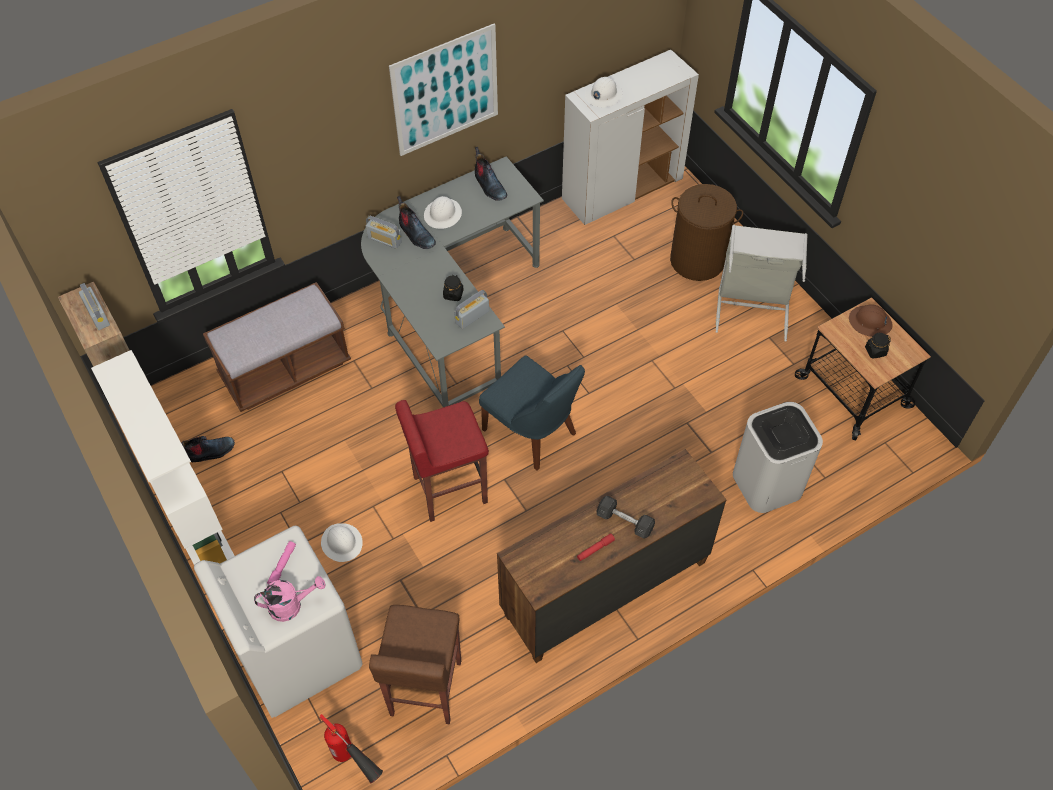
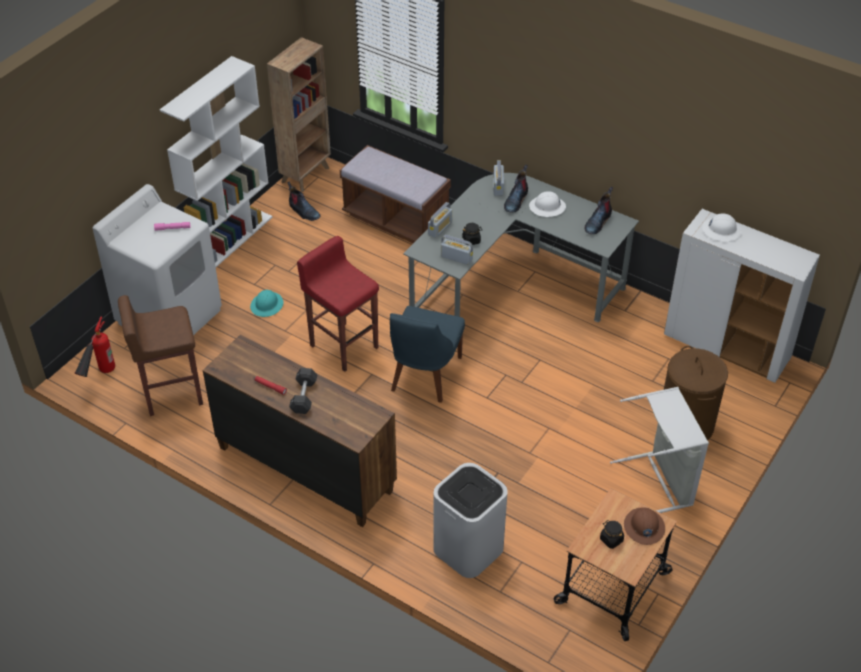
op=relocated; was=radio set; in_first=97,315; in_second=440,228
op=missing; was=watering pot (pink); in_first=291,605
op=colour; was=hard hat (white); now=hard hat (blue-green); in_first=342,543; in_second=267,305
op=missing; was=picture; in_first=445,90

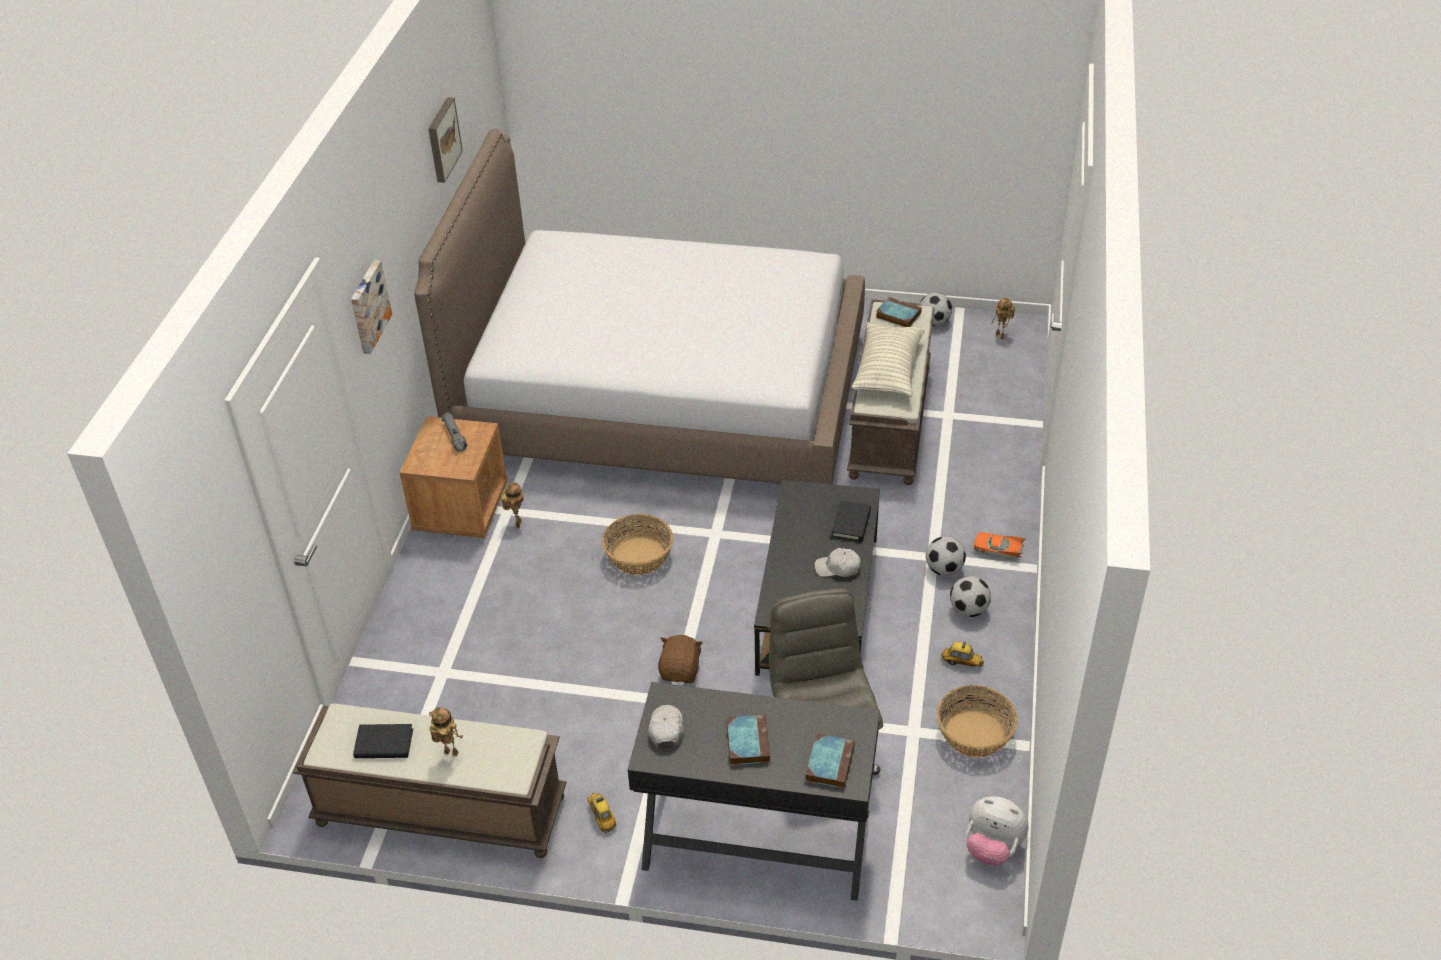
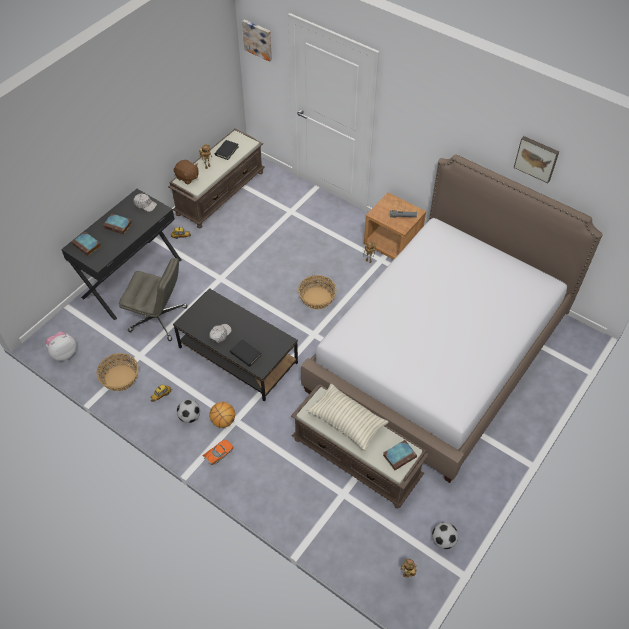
op=relocated; was=picture; in_first=368,306; in_second=258,39
op=relocated; was=plush toy (brownish); in_first=680,671; in_second=187,177
op=exchanged; was=ball for football; now=basketball; in_first=944,569; in_second=223,421

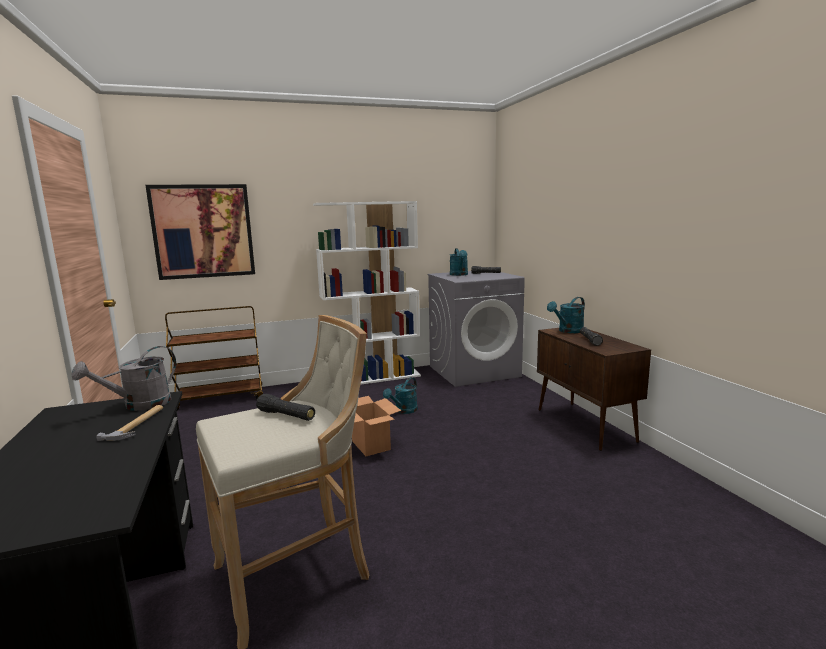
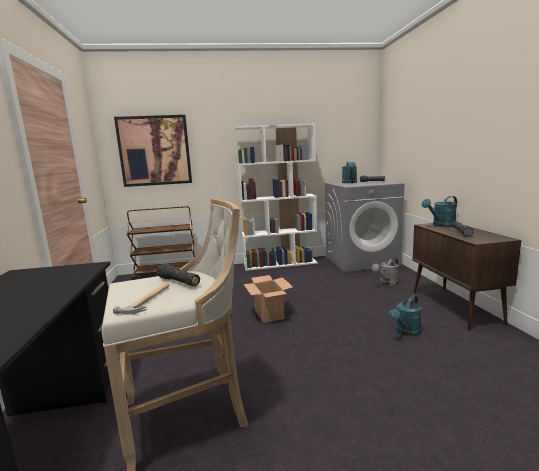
op=relocated; was=watering pot (gray); in_first=139,405; in_second=387,283
op=relocated; was=hand hammer; in_first=138,424; in_second=148,300
op=relocated; was=watering pot (blue-green); in_first=403,411; in_second=406,332

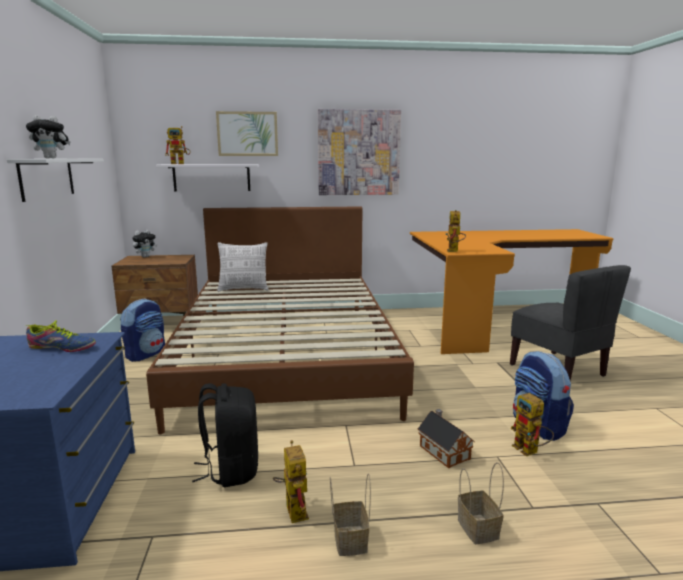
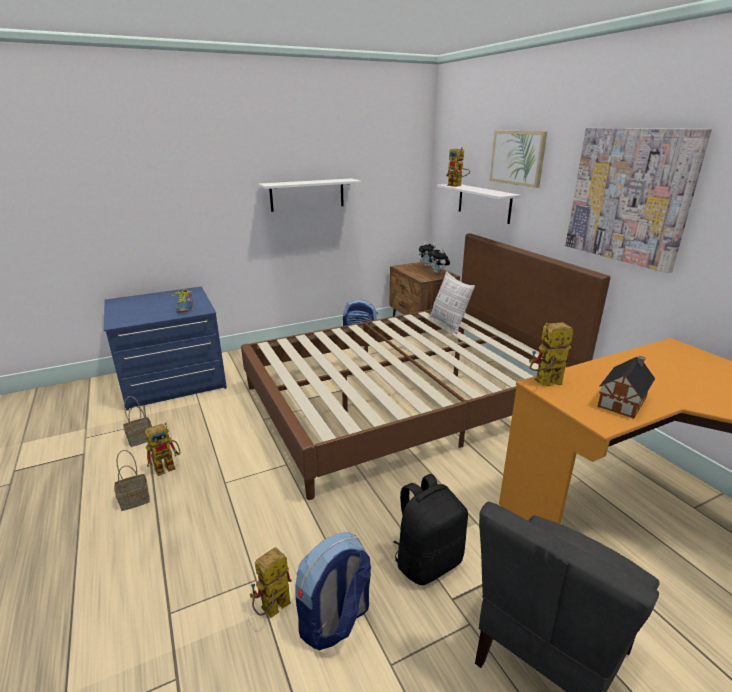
op=relocated; was=plush toy; in_first=52,158; in_second=438,273
op=relocated; was=rucksack (black); in_first=231,469; in_second=427,561
op=relocated; was=toy house; in_first=443,451; in_second=623,401
op=relocated; was=household basket; in_first=476,528; in_second=141,438

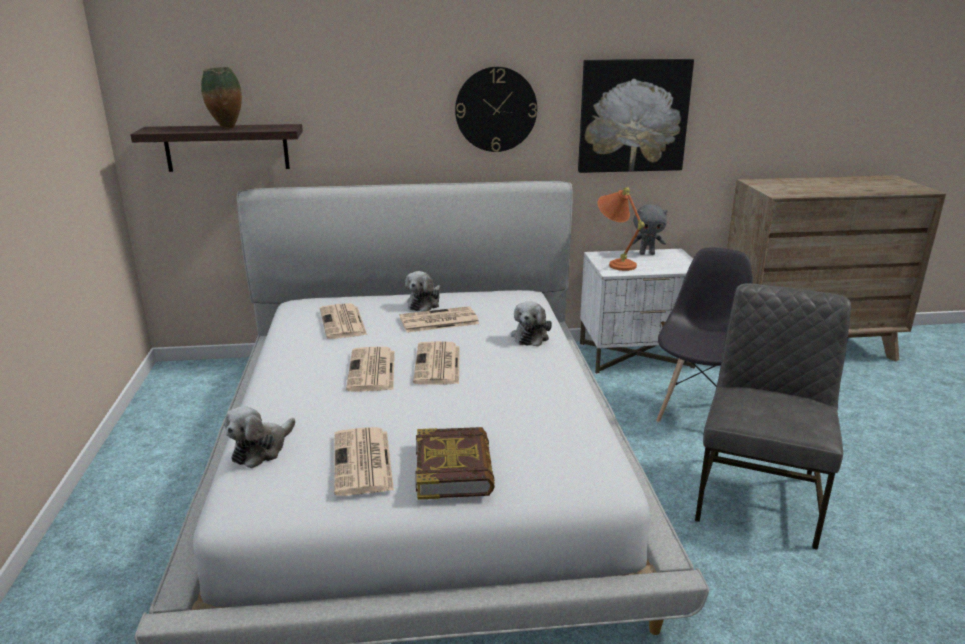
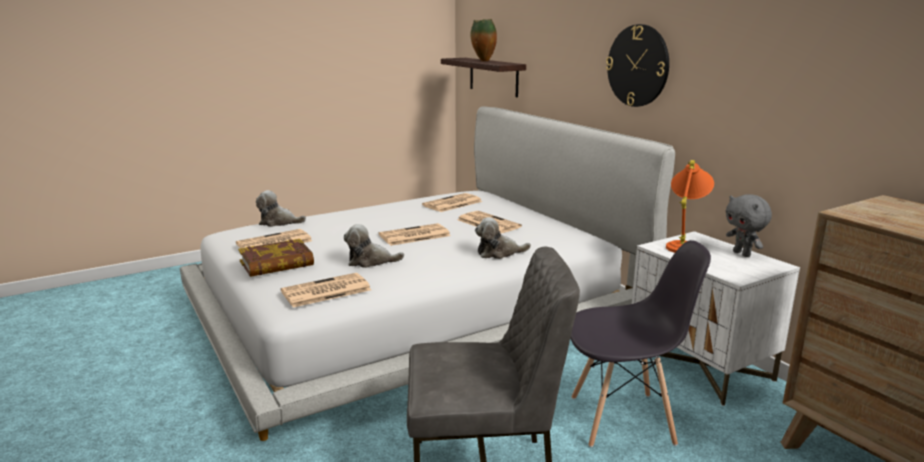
op=relocated; was=daily paper; in_first=372,371; in_second=325,291
op=relocated; was=plush toy; in_first=425,303; in_second=370,261
op=missing; was=picture; in_first=633,116

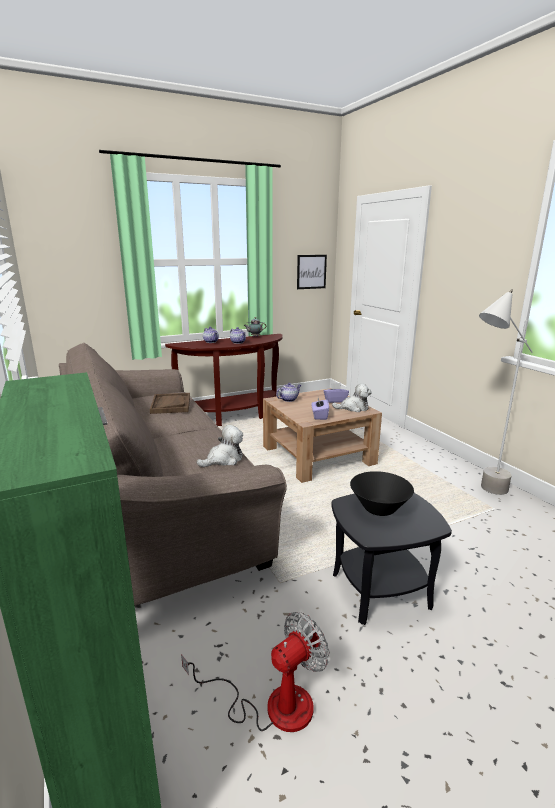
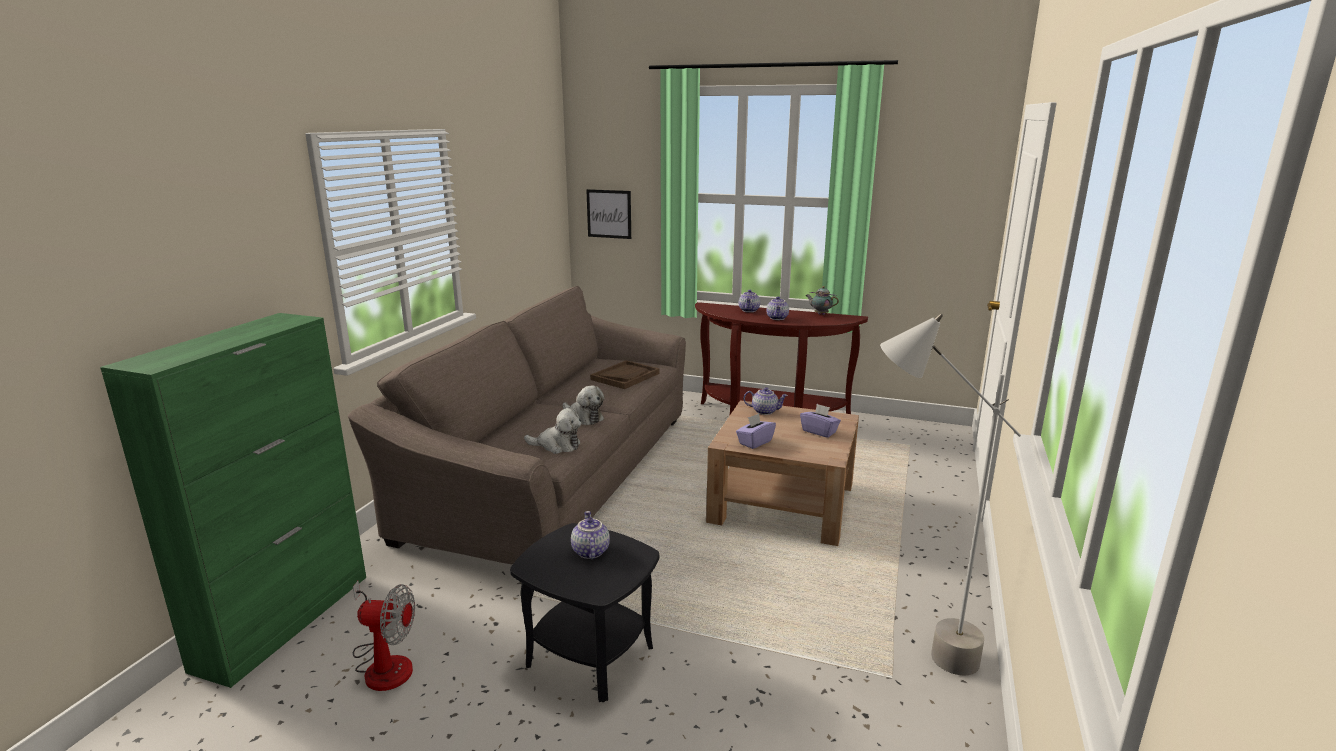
op=relocated; was=picture; in_first=311,271; in_second=609,214
op=relocated; was=plush toy; in_first=353,408; in_second=583,418
op=exchanged; was=bowl (black); now=pot for tea; in_first=379,509; in_second=589,551

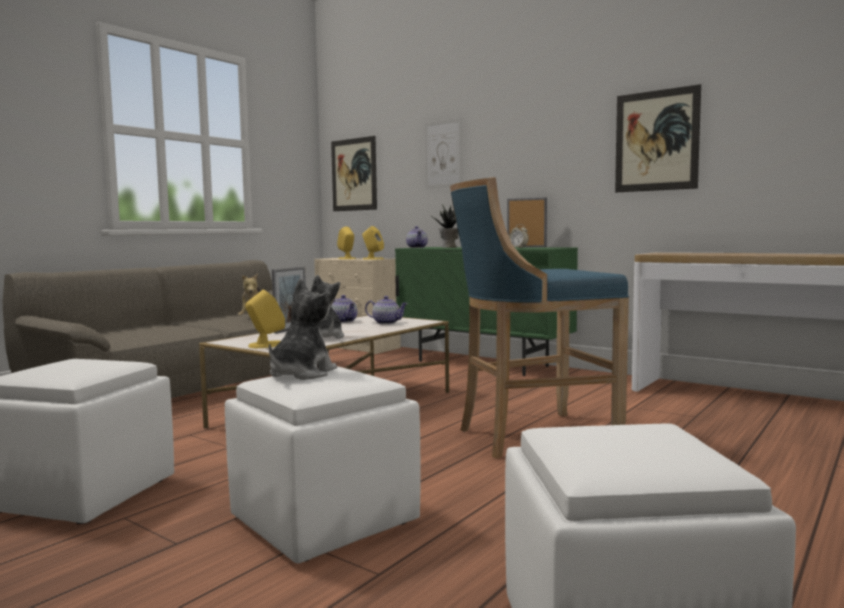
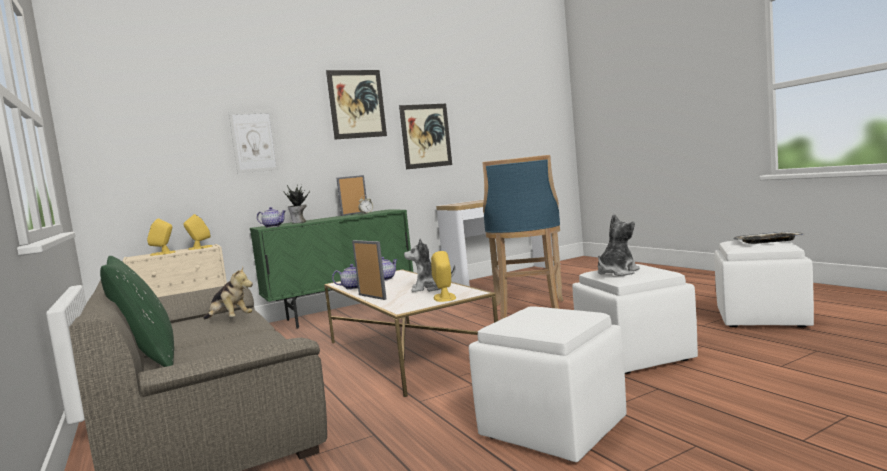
op=spun; was=plush toy; in_first=301,374; in_second=617,272; clockwise=90
op=relocated; was=picture; in_first=354,174; in_second=357,104
op=appeared; now=cushion (green); in_second=148,360
op=appeared; now=carrying tray; in_second=768,242

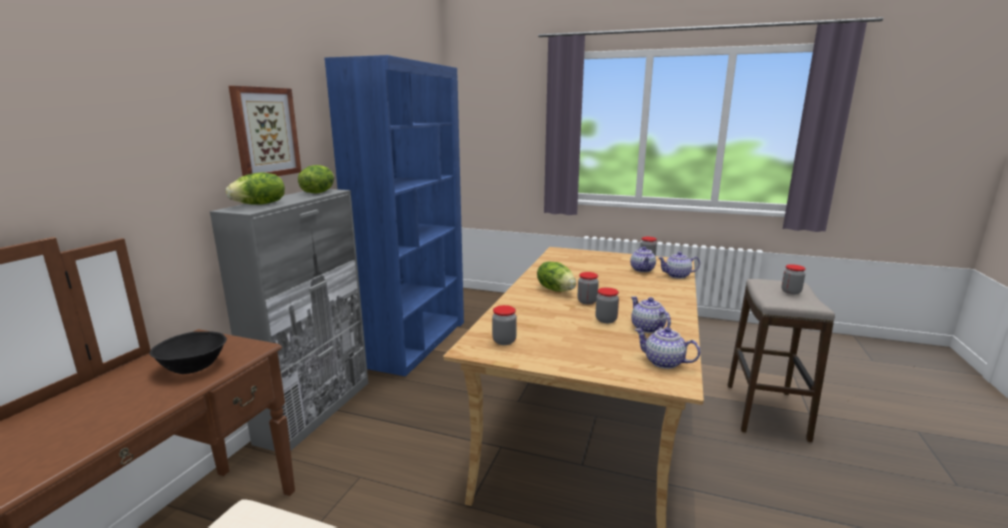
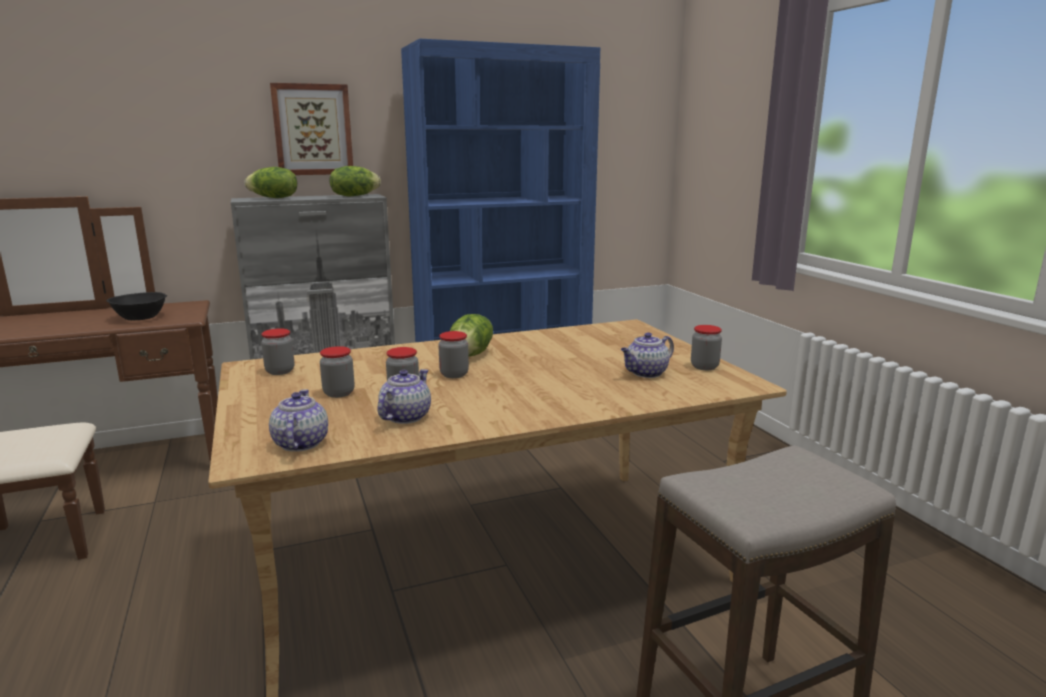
op=missing; was=pot for tea; in_first=677,276
op=relocated; was=preserve jar; in_first=791,292; in_second=339,393

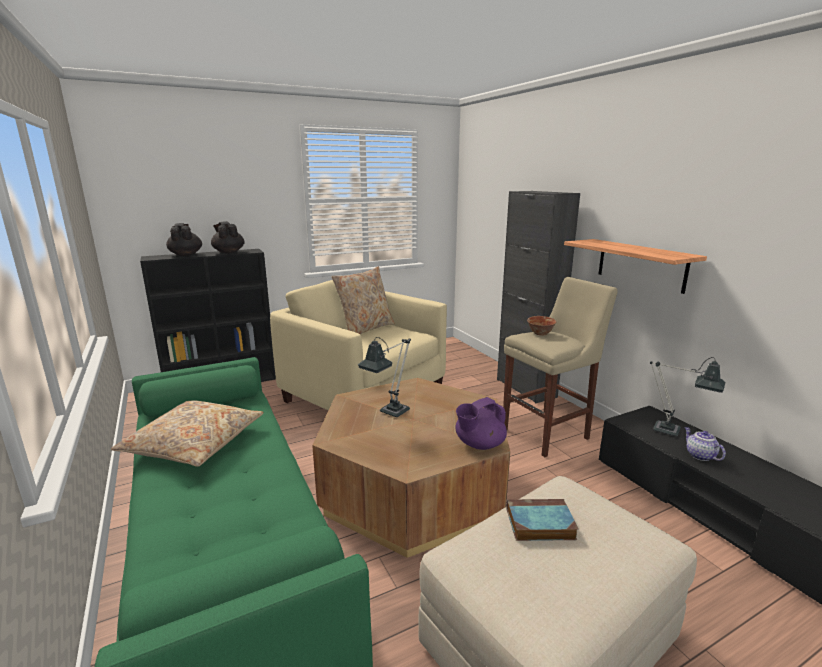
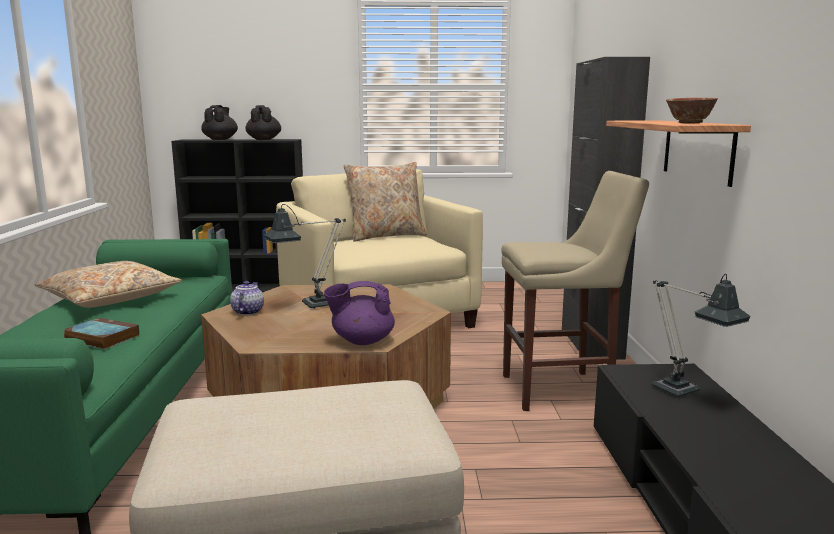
op=relocated; was=bound book; in_first=538,524; in_second=101,338
op=relocated; was=bowl; in_first=540,333; in_second=689,123
op=relocated; was=pot for tea; in_first=699,455; in_second=247,311

